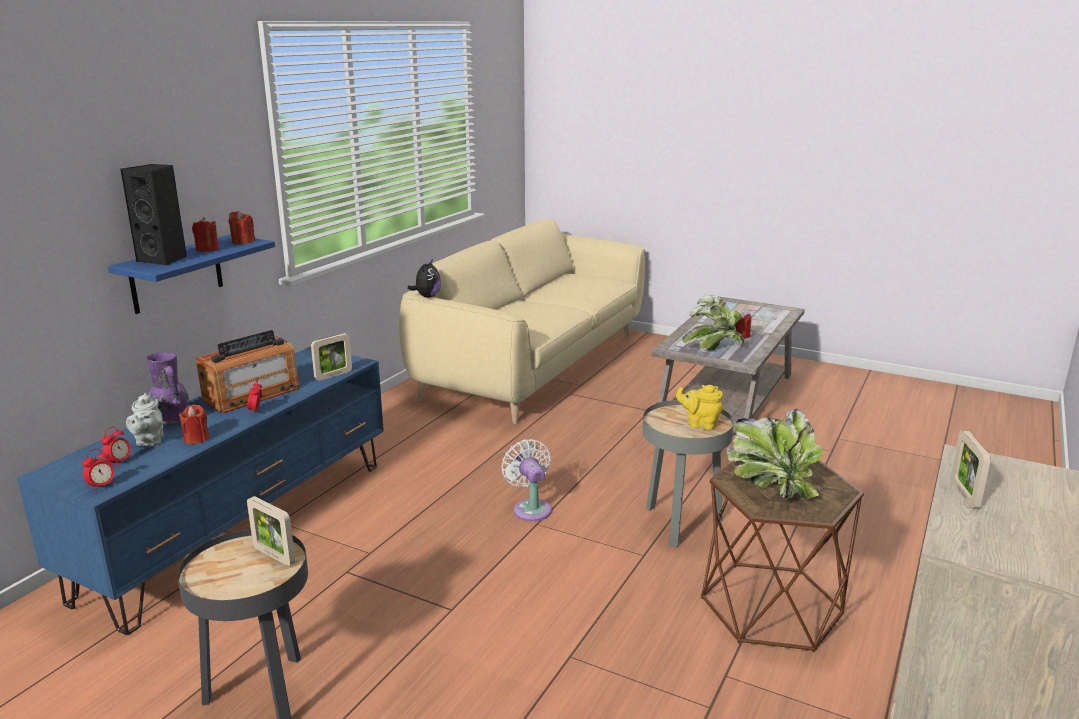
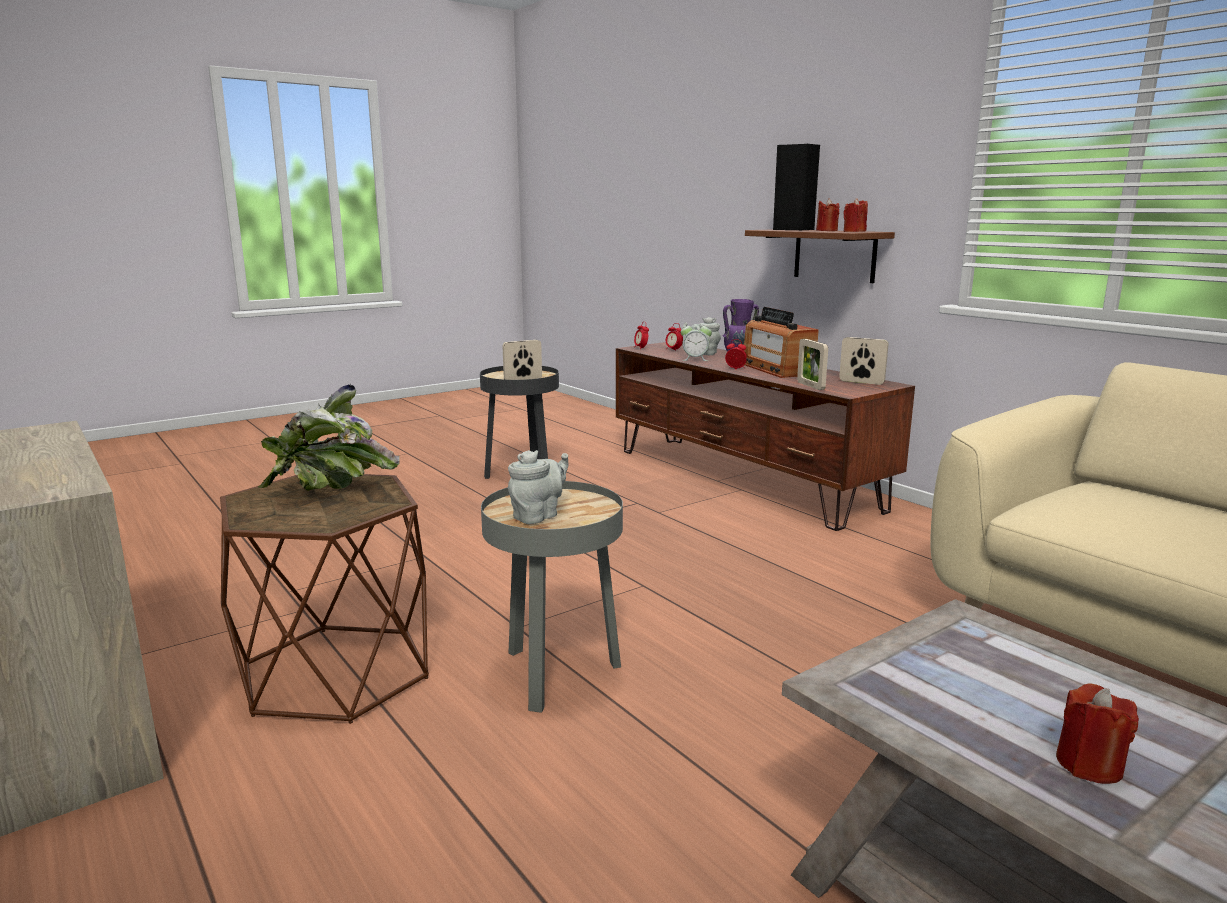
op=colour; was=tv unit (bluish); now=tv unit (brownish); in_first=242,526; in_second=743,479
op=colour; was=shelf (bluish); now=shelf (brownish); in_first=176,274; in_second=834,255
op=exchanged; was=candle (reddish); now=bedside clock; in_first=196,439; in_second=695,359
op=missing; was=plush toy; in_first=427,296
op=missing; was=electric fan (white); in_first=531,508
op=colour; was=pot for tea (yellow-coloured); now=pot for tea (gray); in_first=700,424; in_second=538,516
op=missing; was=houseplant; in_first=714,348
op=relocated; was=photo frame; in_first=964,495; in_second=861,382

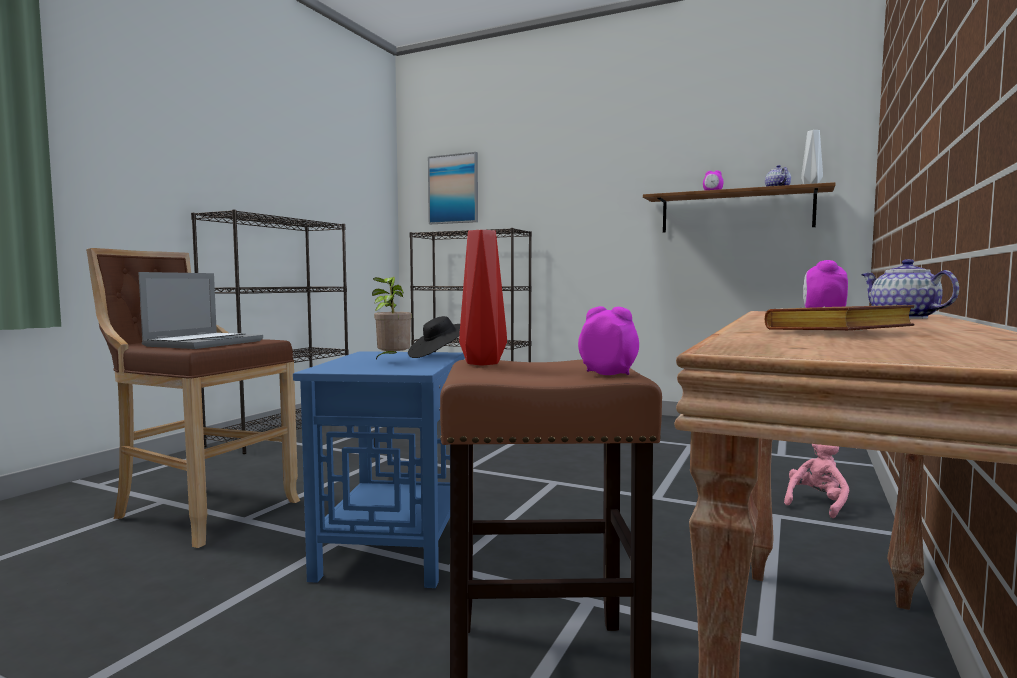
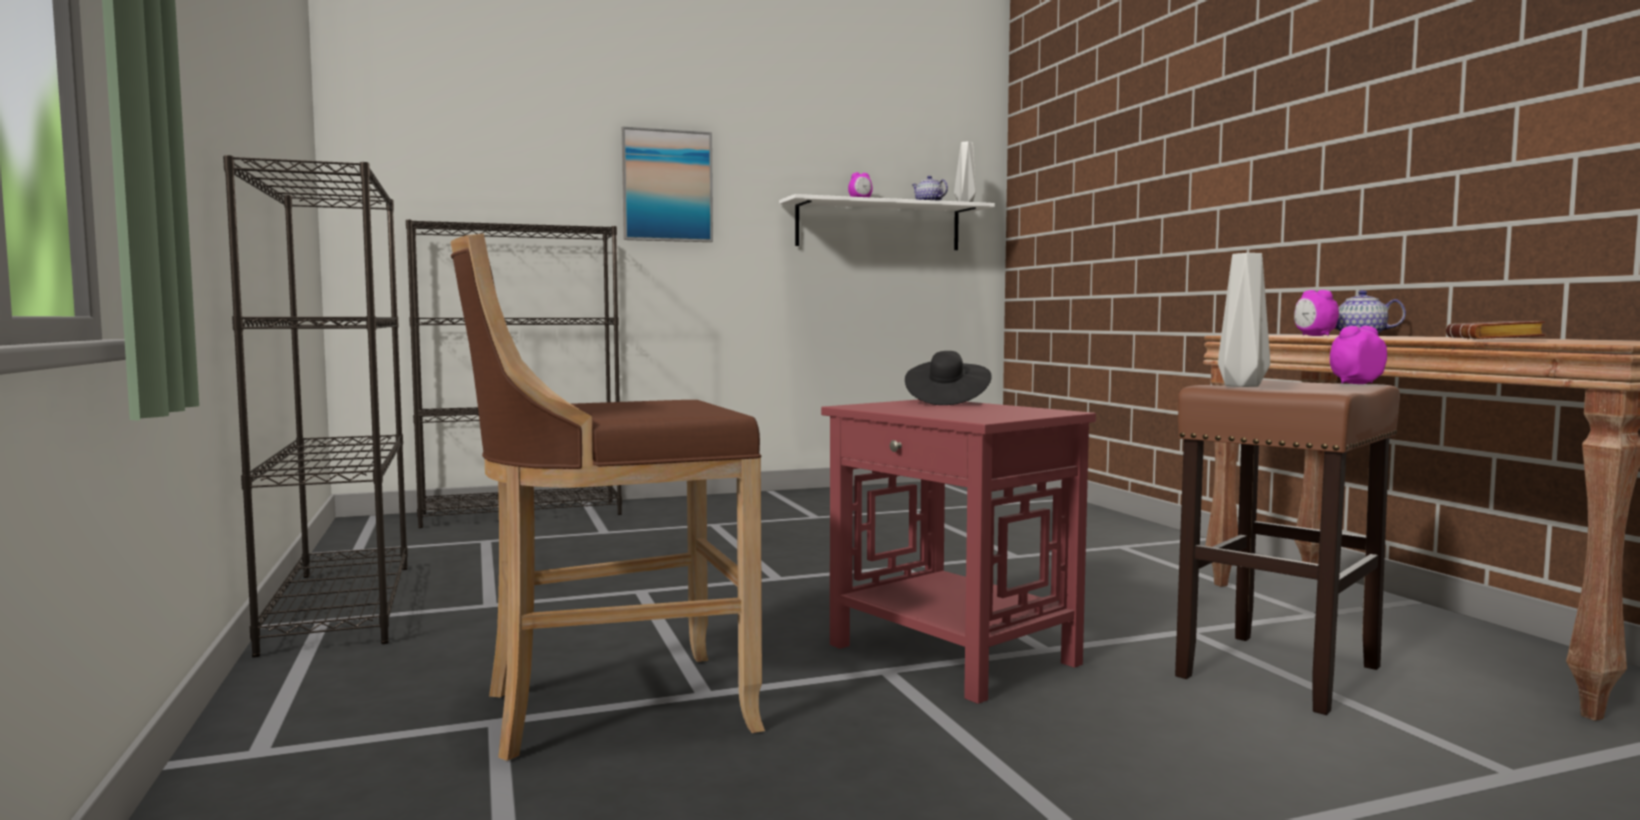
op=missing; was=portable computer; in_first=205,343
op=colour; was=end table (bluish); now=end table (reddish); in_first=393,547; in_second=951,655
op=missing; was=houseplant; in_first=392,361
op=relocated; was=picture; in_first=453,189; in_second=667,186
op=colour; was=decorative vase (reddish); now=decorative vase (gray); in_first=484,363; in_second=1242,385
op=colour; was=shelf (brownish); now=shelf (white); in_first=736,212; in_second=878,226
op=missing; was=plush toy (pink); in_first=817,504

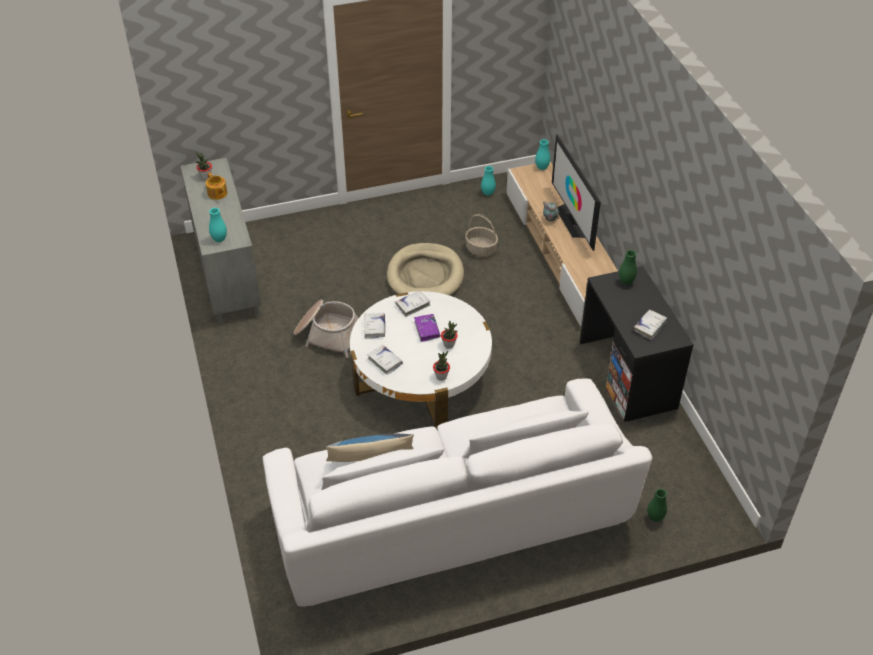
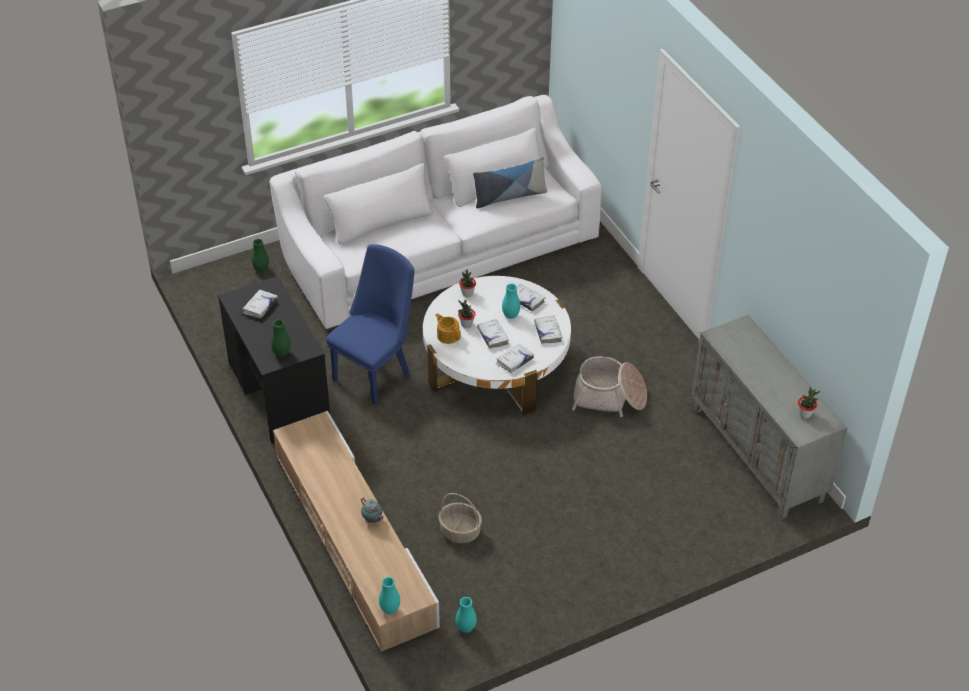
op=relocated; was=pot for tea; in_first=217,194; in_second=448,335
op=relocated; was=decorative vase (blue-green); in_first=219,239; in_second=510,316
op=missing; was=dog bed (beige); in_first=425,276
op=colour; was=bound book (purple); now=bound book (white); in_first=427,330; in_second=492,336
op=missing; was=television; in_first=573,221
op=appeared; now=plain chair (bluish); in_second=375,373

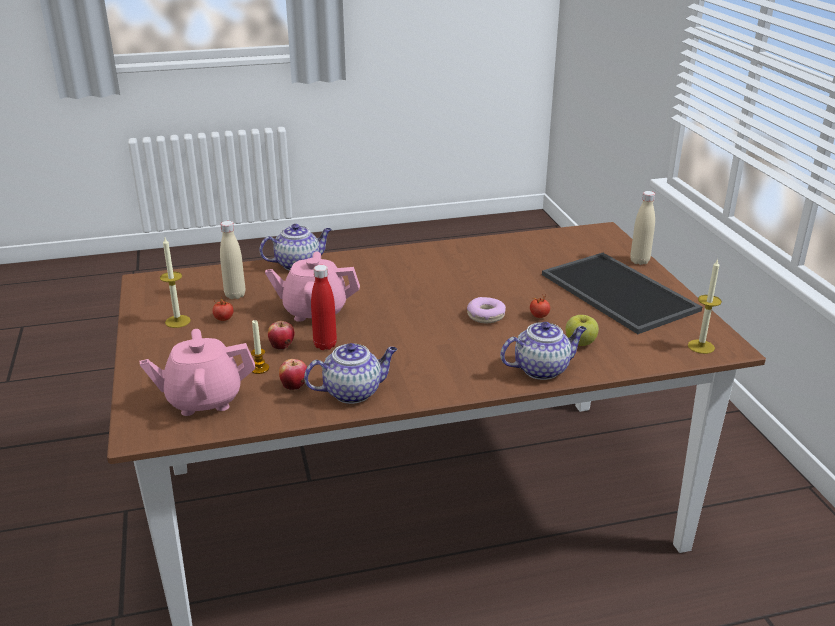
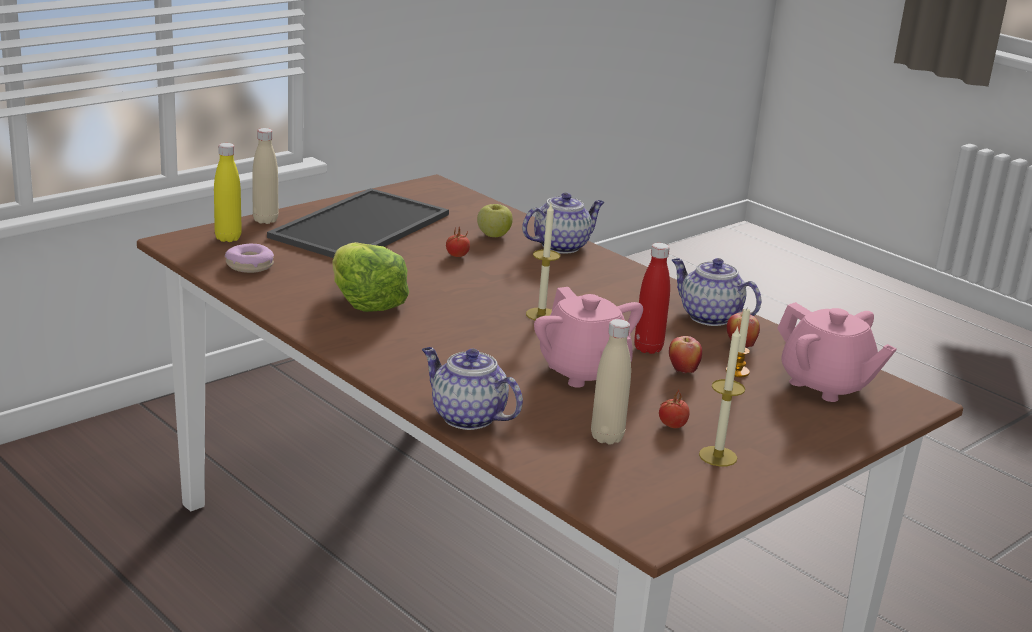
op=relocated; was=donut; in_first=486,316; in_second=249,265
op=spun; was=pot for tea; in_first=542,369; in_second=561,246; clockwise=105
op=relocated; was=candle; in_first=701,346; in_second=541,314
op=appeared; now=beverage bottle (yellow-coloured); in_second=228,238
op=appeared; now=lettuce; in_second=365,302

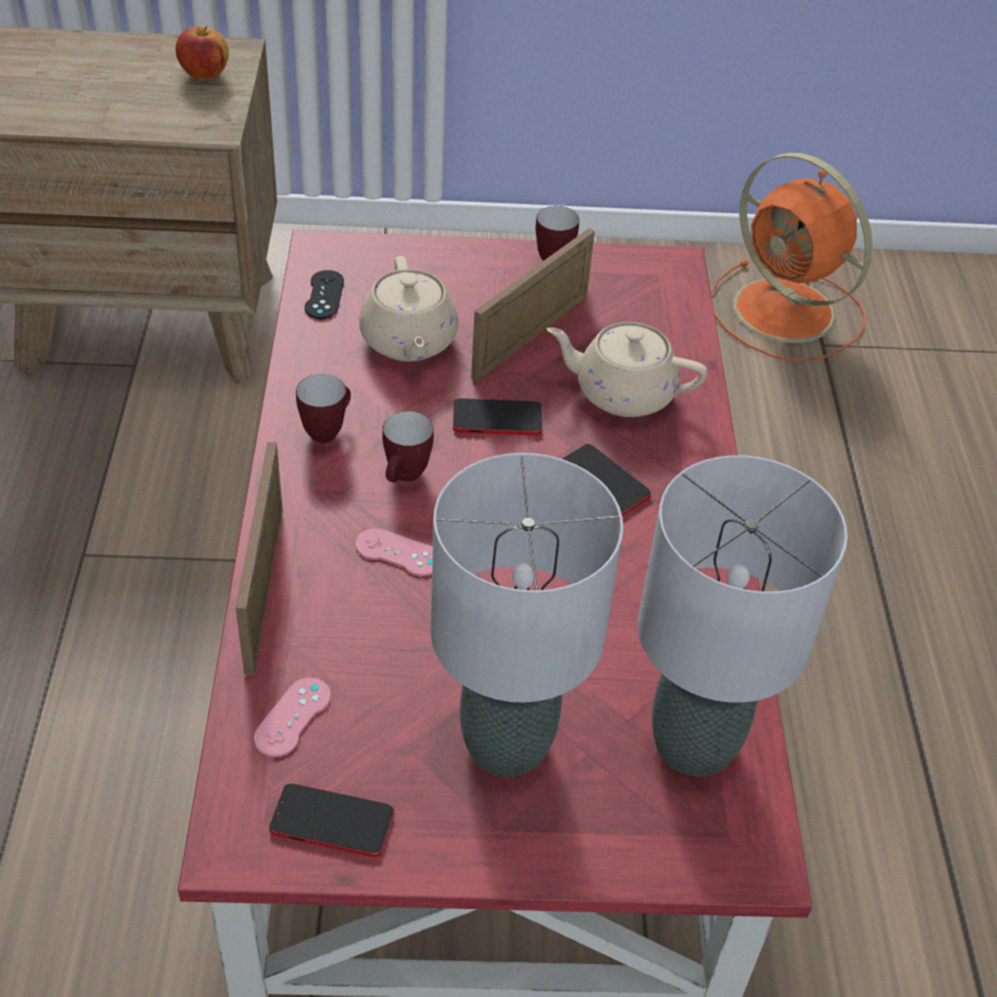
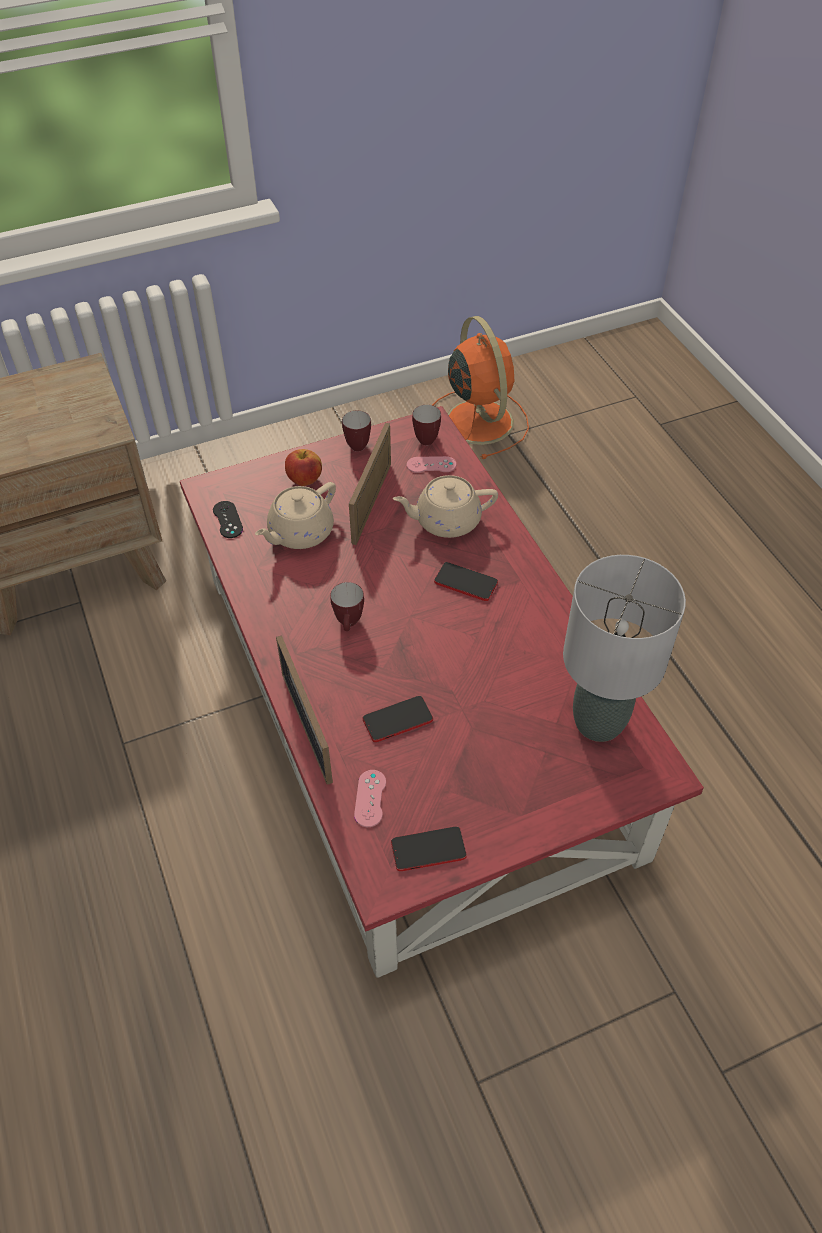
op=relocated; was=apple; in_first=204,74; in_second=304,479
op=relocated; was=mug; in_first=327,431; in_second=426,438
op=relocated; was=joypad (pink); in_first=398,553; in_second=431,465
op=spun; was=pot for tea (beige); in_first=408,342; in_second=299,533; clockwise=75
op=missing; was=lamp for a table (gray); in_first=507,743
op=relocated; was=telephone; in_first=497,419; in_second=397,720
op=spun; was=electric fan (orange); in_first=787,313; in_second=478,420; clockwise=-135

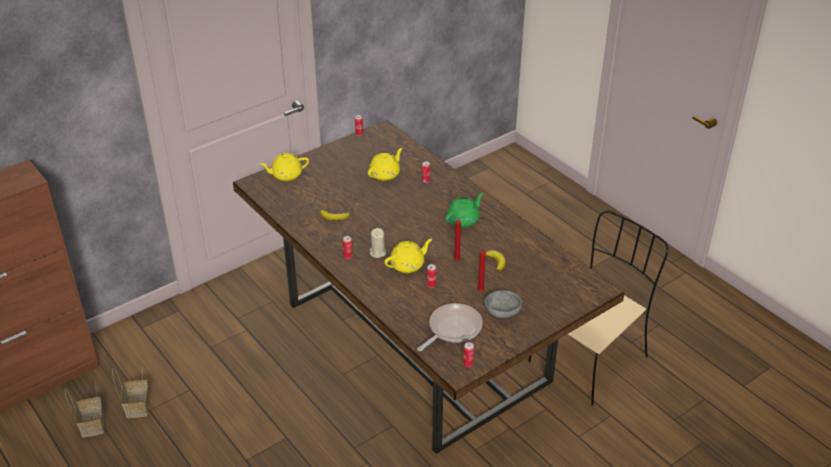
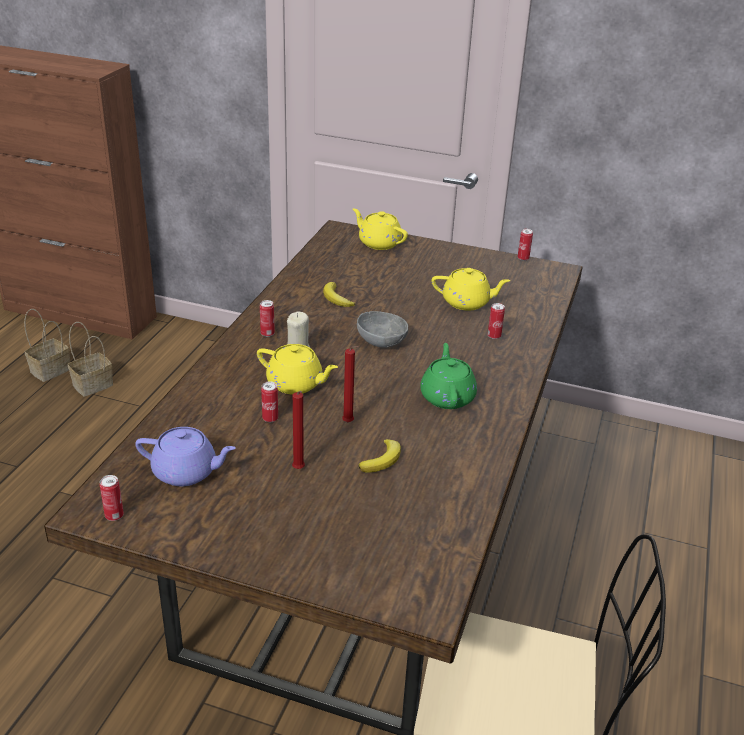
op=exchanged; was=frying pan; now=pot for tea (purple); in_first=452,329; in_second=186,472
op=spun; was=pot for tea (green); in_first=463,220; in_second=447,396; clockwise=-105
op=relocated; was=bowl (gray); in_first=502,311; in_second=382,341

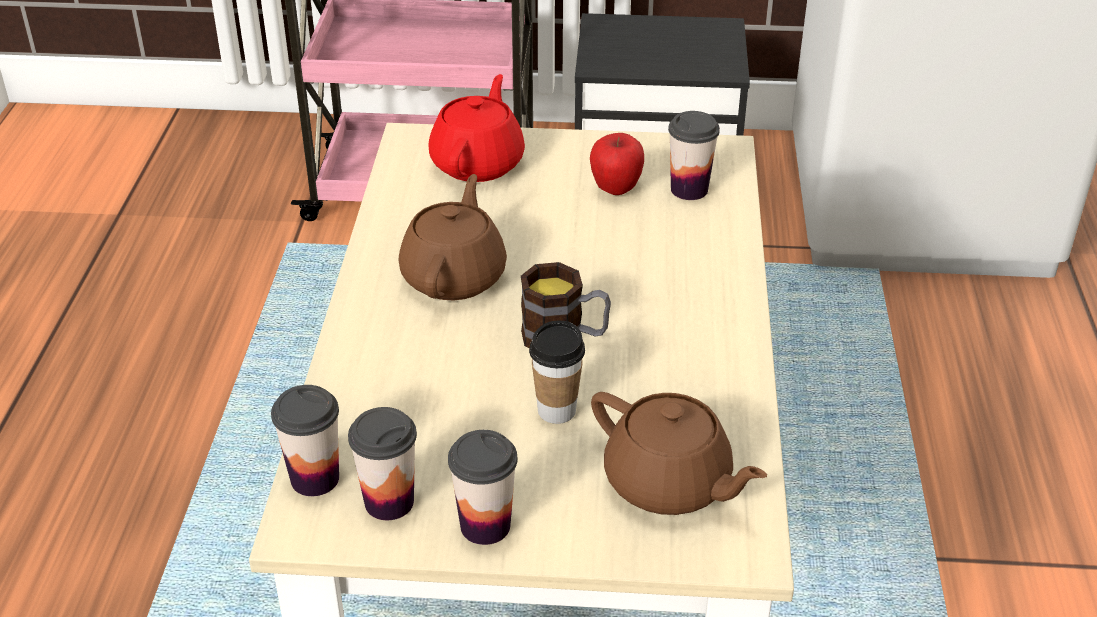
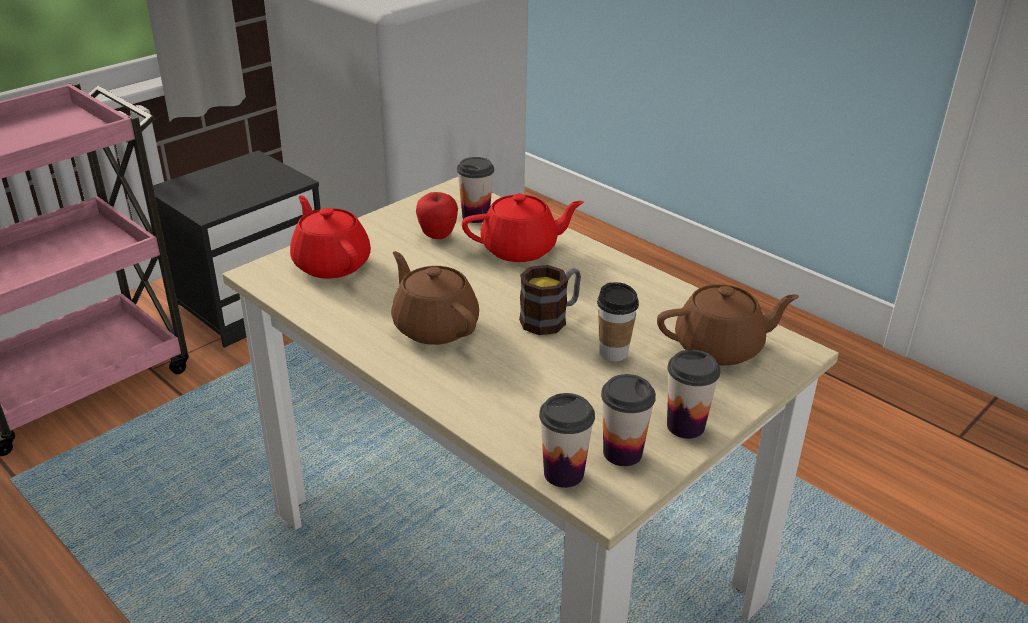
op=appeared; now=pot for tea (reddish); in_second=521,249

